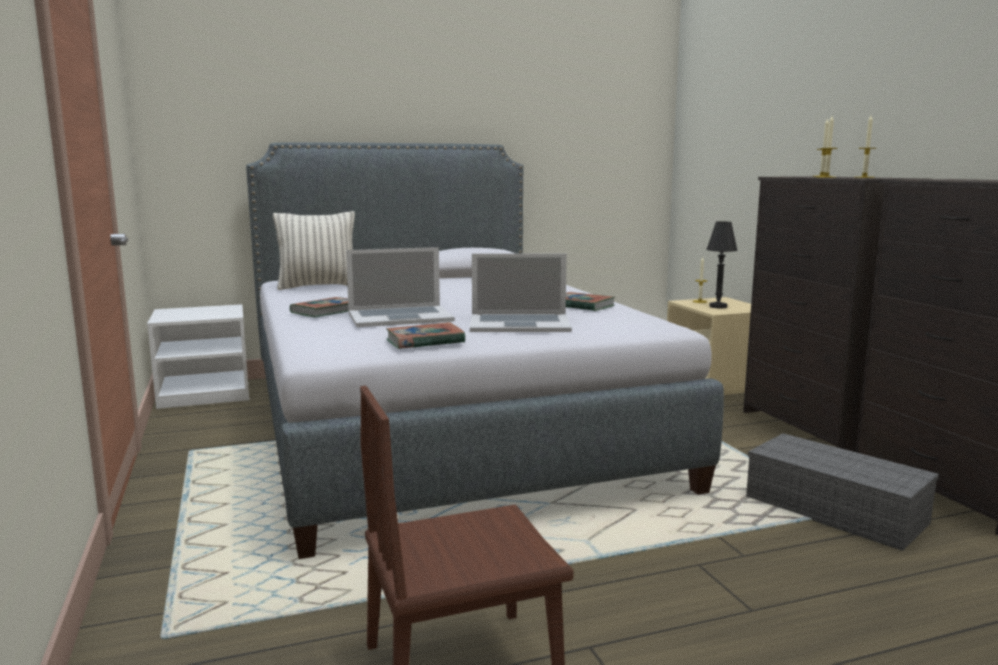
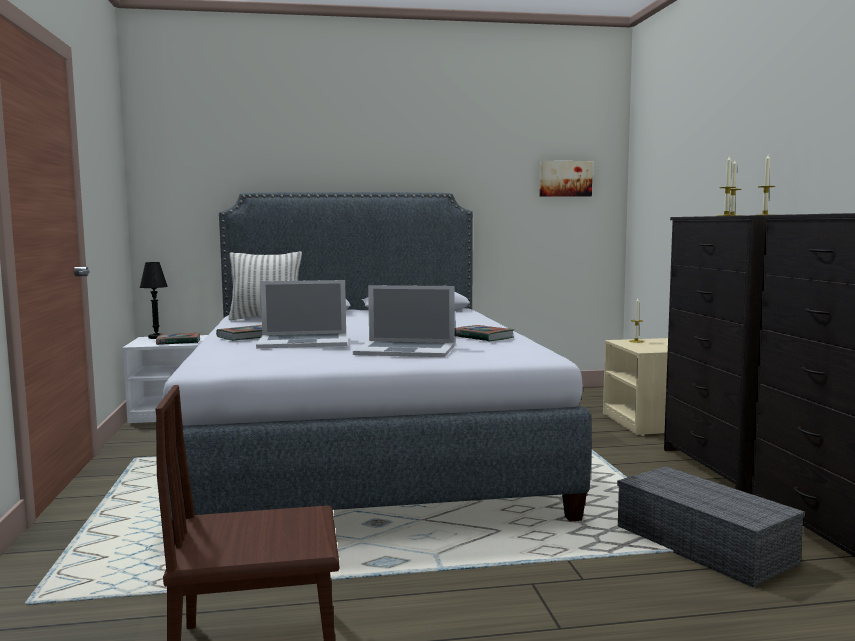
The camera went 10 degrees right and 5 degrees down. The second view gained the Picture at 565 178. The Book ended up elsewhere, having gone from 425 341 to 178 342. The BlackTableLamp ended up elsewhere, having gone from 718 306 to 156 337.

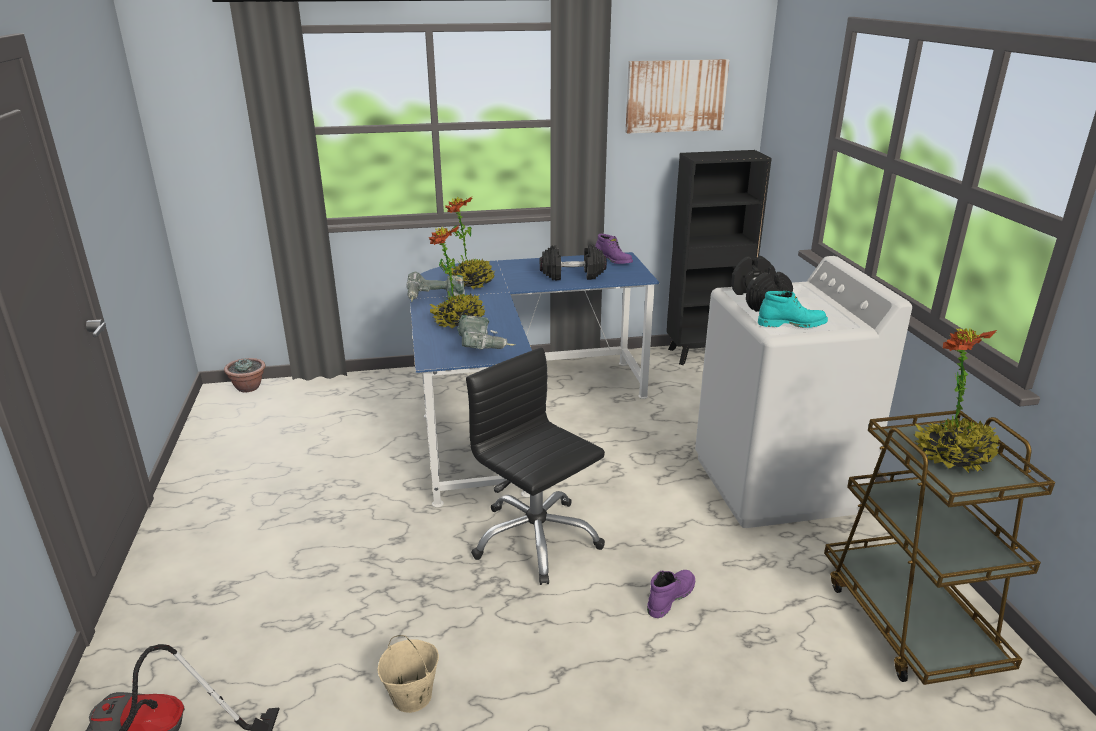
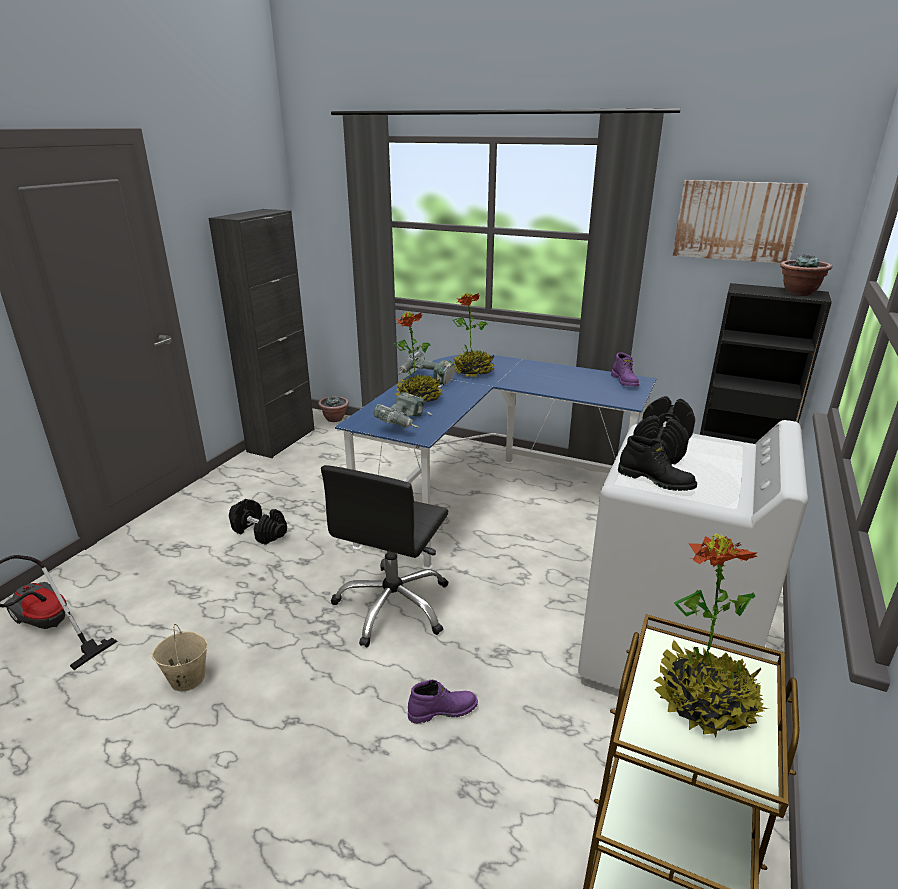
The camera went 35 degrees right and 0 degrees up. The second view gained the BlackCabinet at 281 440. The second view gained the PottedPlant at 798 293. The BlackDumbbell ended up elsewhere, having gone from 572 275 to 260 532. What was the TurquoiseBoot at 791 324 turned into the BlackBoot at 656 480. The BlackOfficeChair at 535 539 ended up facing another way, 150 degrees counterclockwise from before.

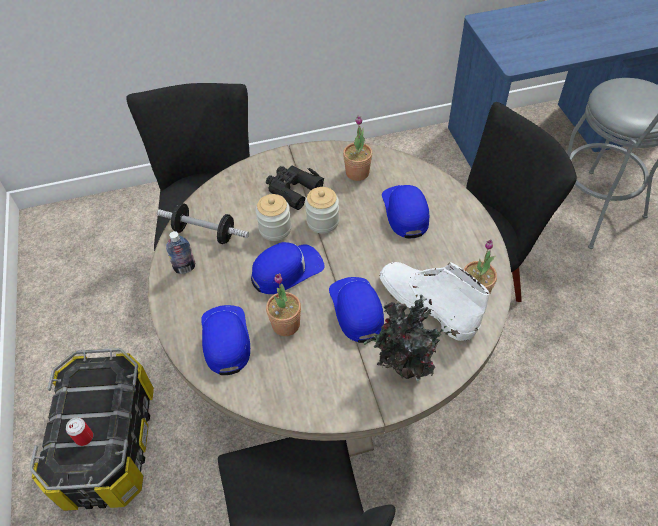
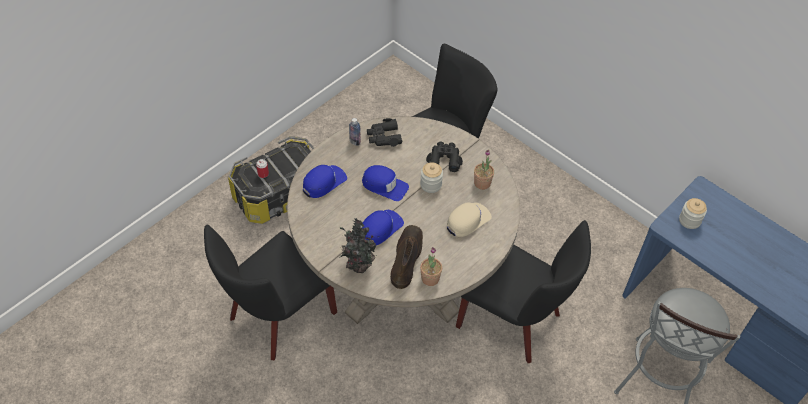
The camera went 55 degrees right and 0 degrees up. The second view lost the PottedPlant at 286 324. The Jar ended up elsewhere, having gone from 275 229 to 689 220. Where the Dumbbell stood at 205 233, the BlackBinoculars came to stand at 384 137. What was the WhiteBoot at 426 303 turned into the BrownBoot at 406 258. What was the BlueCap at 405 212 turned into the BeigeCap at 468 220.

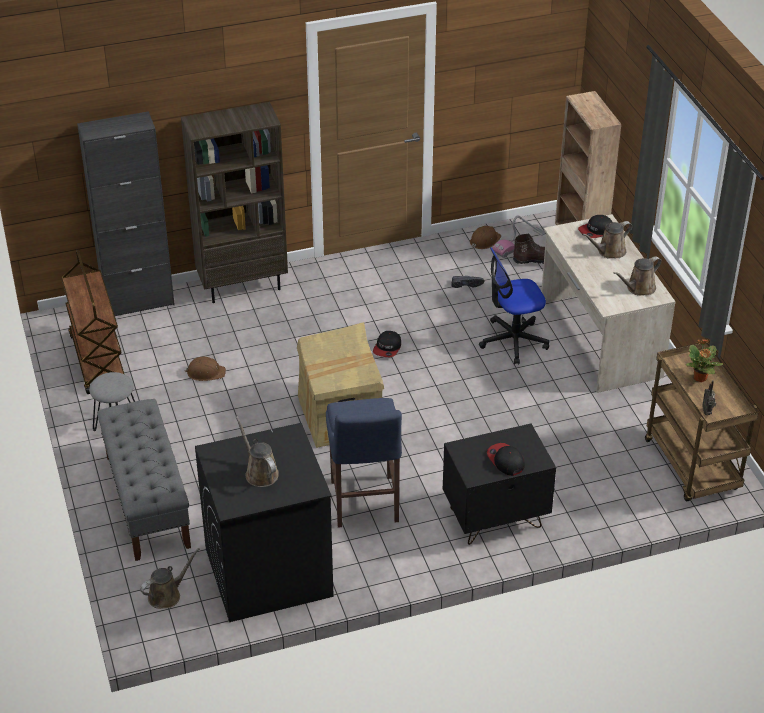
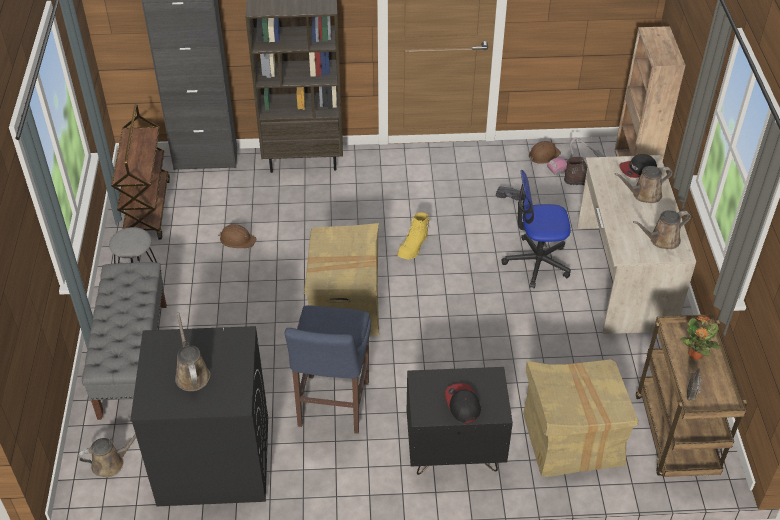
The camera went 15 degrees right and 5 degrees up. The second view gained the CardboardBox at 571 440. Where the Cap stood at 387 348, the YellowBoot came to stand at 413 247.

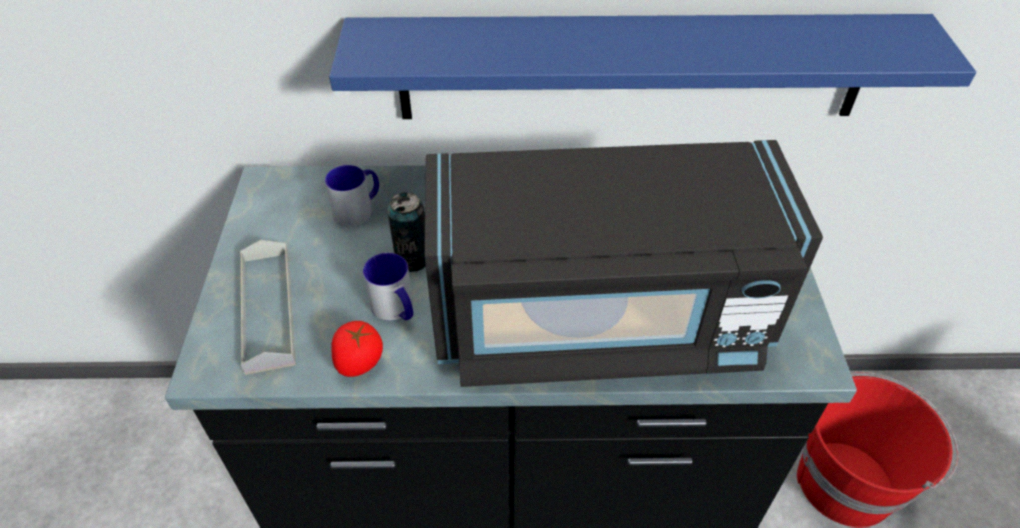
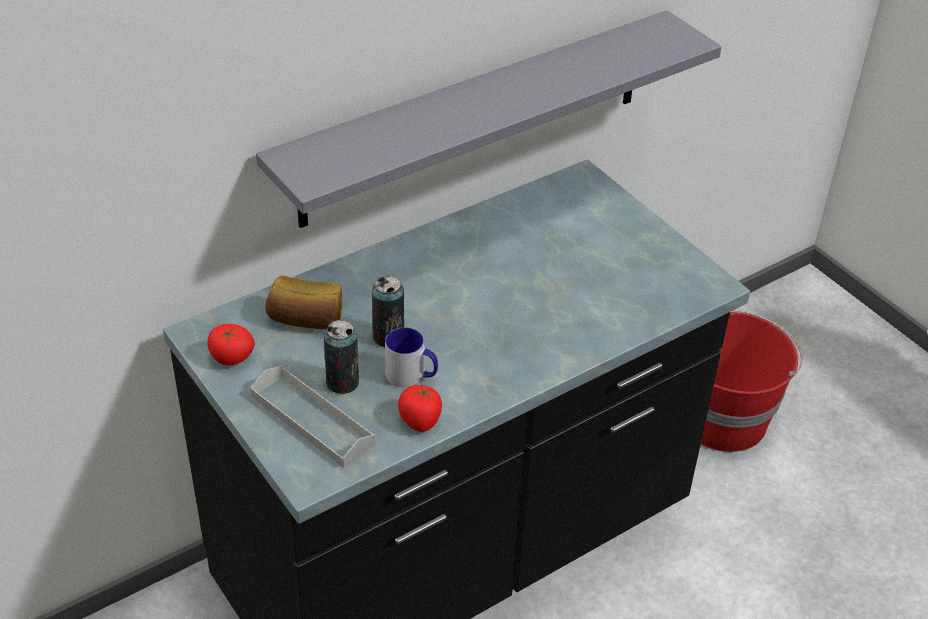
The camera went 35 degrees left and 5 degrees down. The second view lost the BlackMicrowave at 599 320. The second view gained the Tomato at 231 358. The second view gained the Can at 342 382. Where the Mug stood at 359 209, the Bread came to stand at 306 320. What was the BlueShelf at 632 68 turned into the GreyShelf at 476 118.

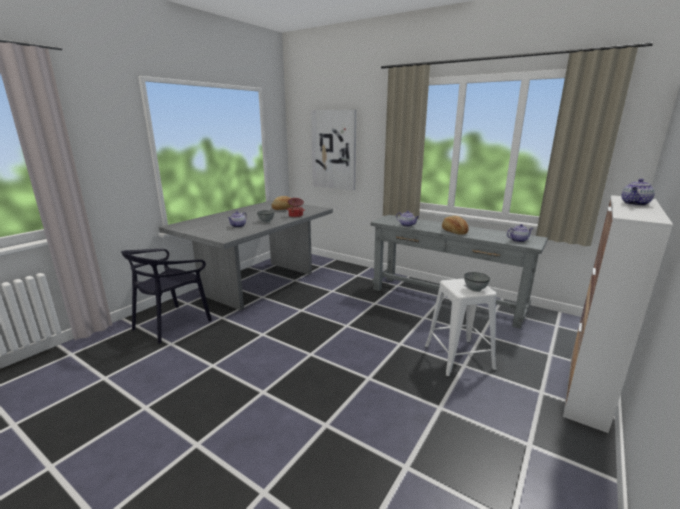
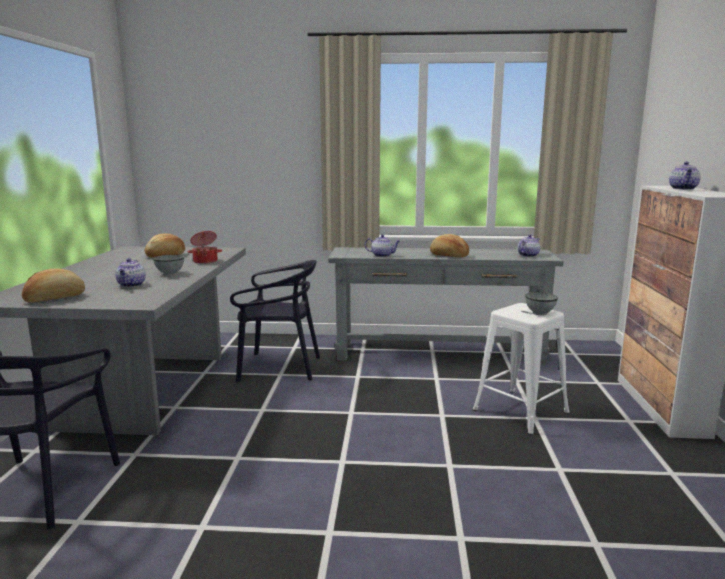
The camera went 30 degrees left and 5 degrees down. The second view lost the Picture at 334 150. The second view gained the Bread at 55 298. The second view gained the BlackChair at 279 368.

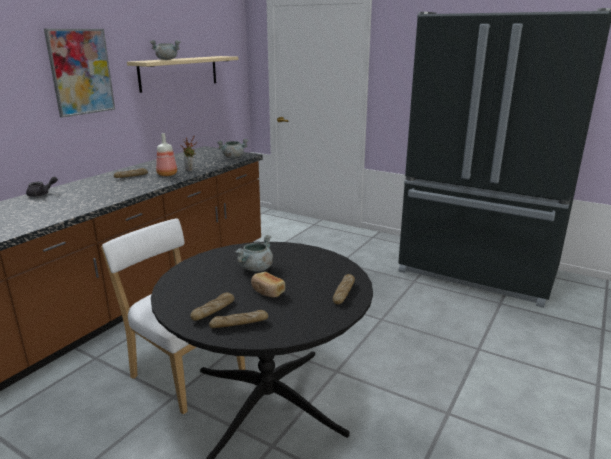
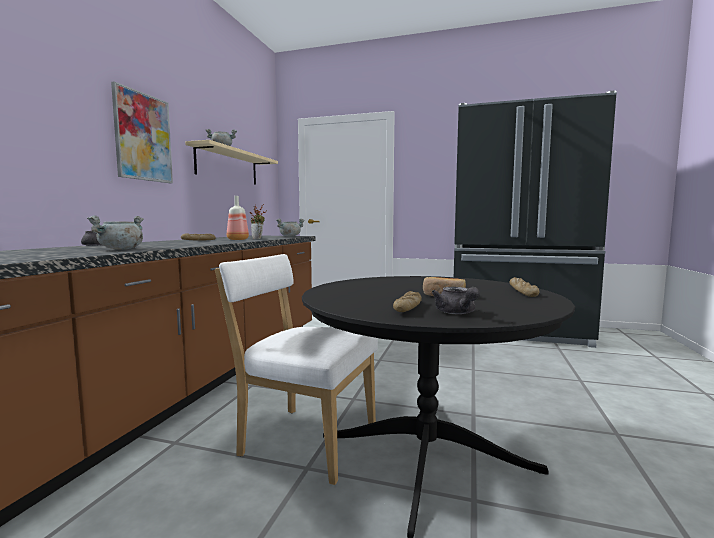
The camera went 15 degrees left and 15 degrees down. The GreyCookingPot ended up elsewhere, having gone from 256 269 to 121 249. Where the Bread stood at 239 324, the GreyTeapot came to stand at 456 313.

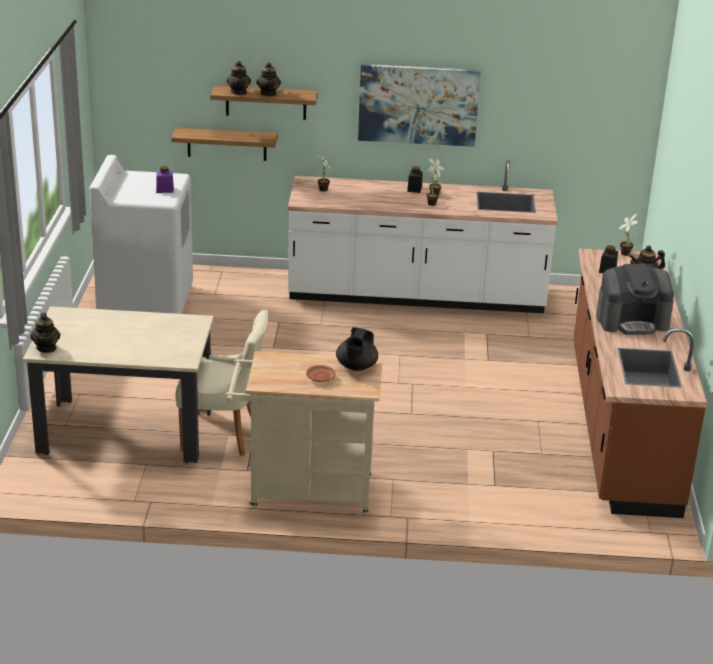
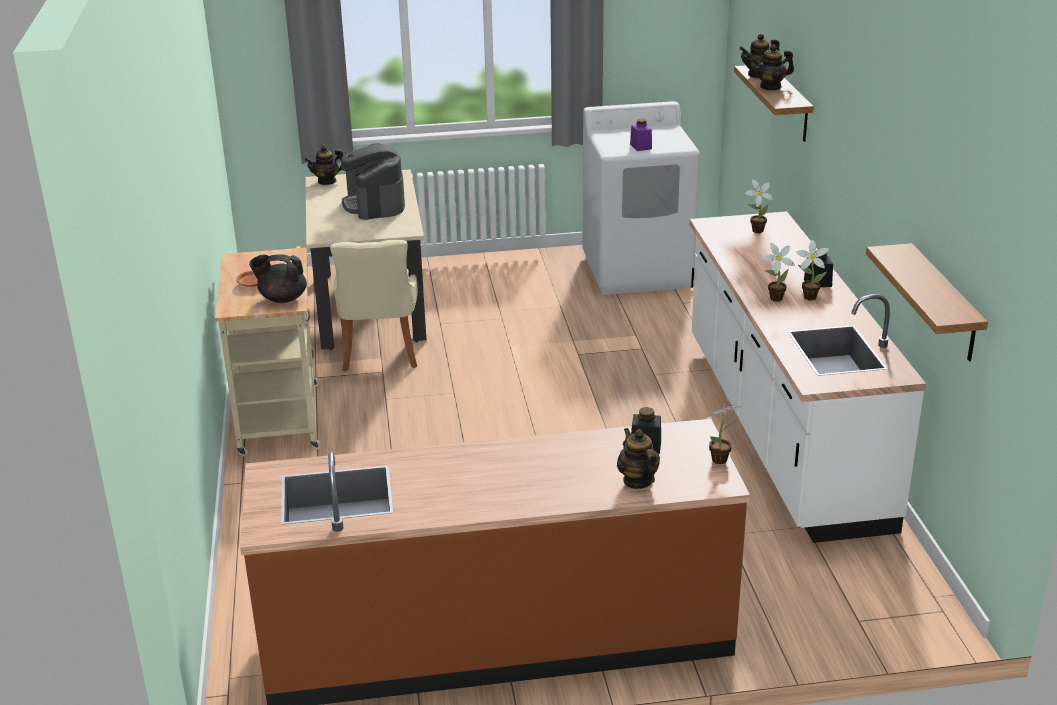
The camera went 80 degrees right and 0 degrees up. The second view lost the Picture at 418 105. The Shelf ended up elsewhere, having gone from 227 144 to 944 304. The CoffeeMachine ended up elsewhere, having gone from 632 321 to 374 204.

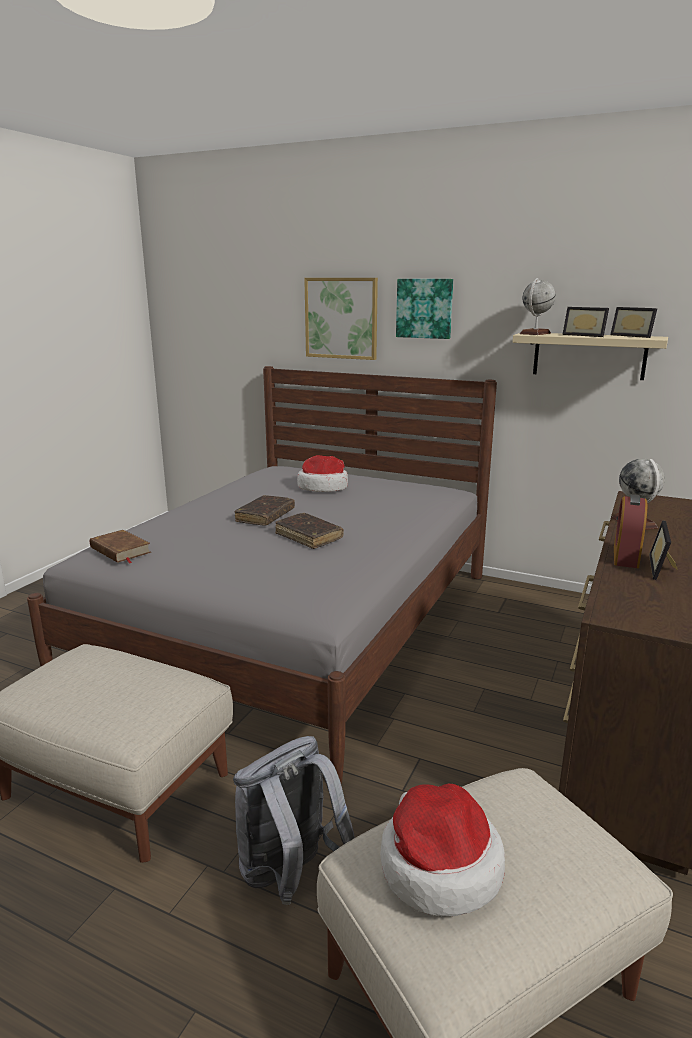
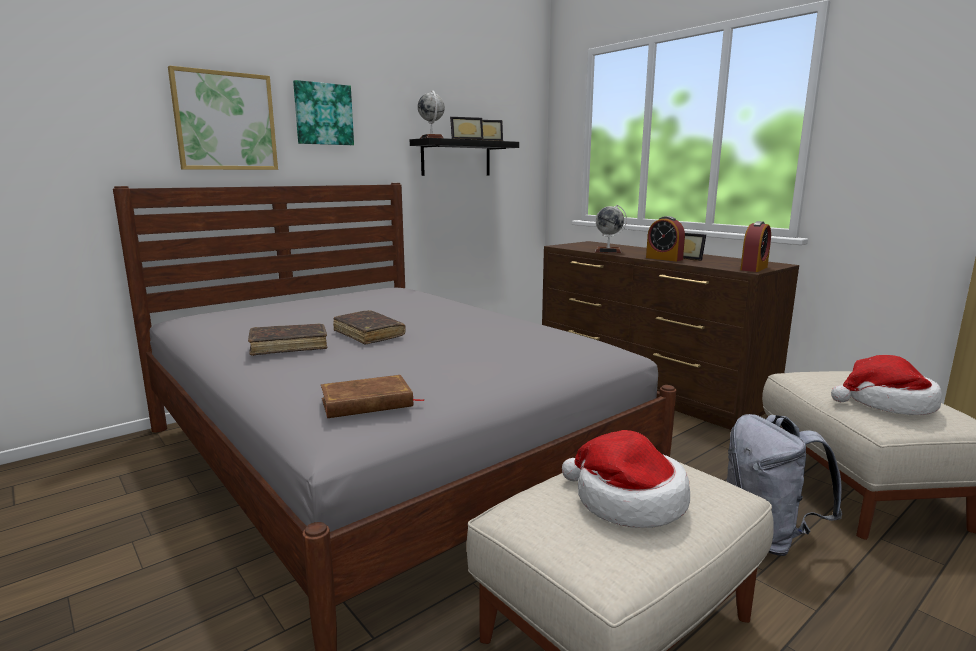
The camera went 65 degrees left and 5 degrees down. The second view gained the AlarmClock at 754 268. The BrownBook ended up elsewhere, having gone from 309 537 to 289 346. The Hat ended up elsewhere, having gone from 323 487 to 627 501. What was the BeigeShelf at 589 355 turned into the BlackShelf at 456 158.

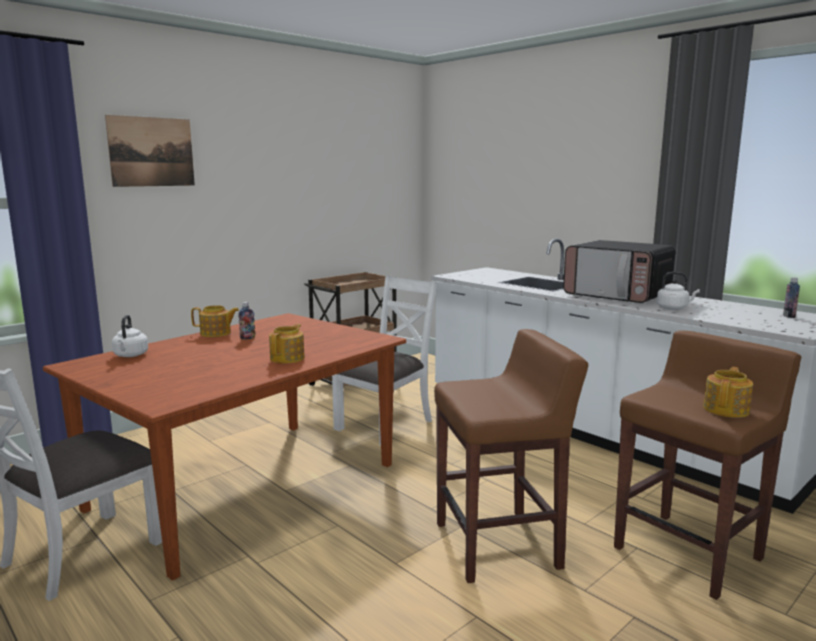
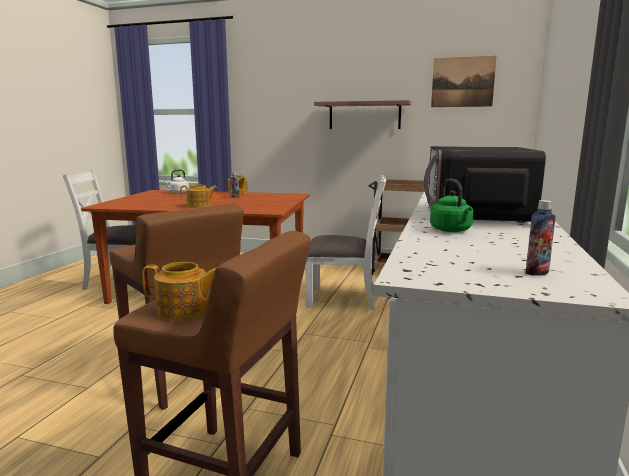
The camera went 60 degrees right and 0 degrees up. The second view gained the Shelf at 364 115. The Picture ended up elsewhere, having gone from 151 152 to 462 82. What was the WhiteKettle at 674 308 turned into the GreenKettle at 451 230.

